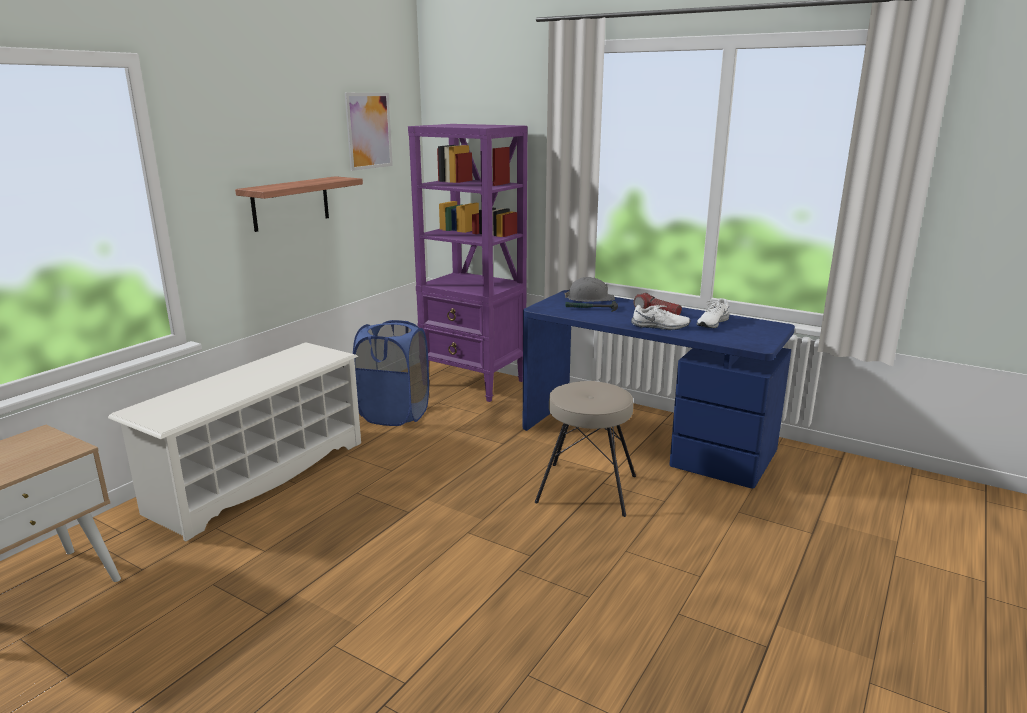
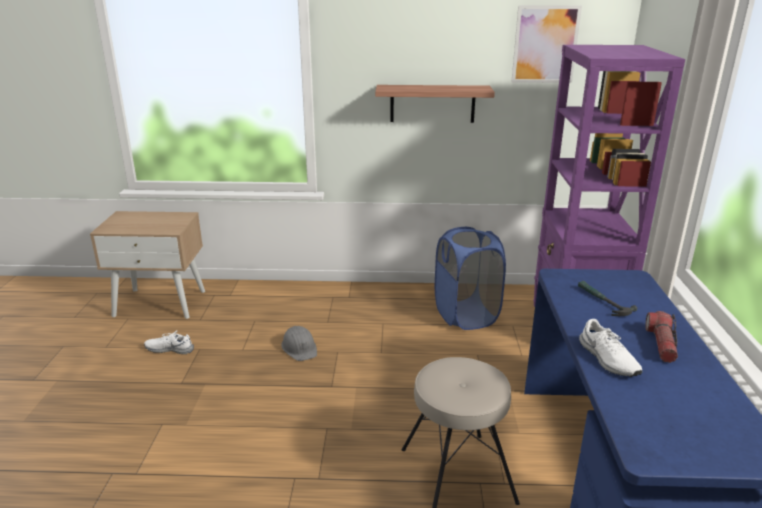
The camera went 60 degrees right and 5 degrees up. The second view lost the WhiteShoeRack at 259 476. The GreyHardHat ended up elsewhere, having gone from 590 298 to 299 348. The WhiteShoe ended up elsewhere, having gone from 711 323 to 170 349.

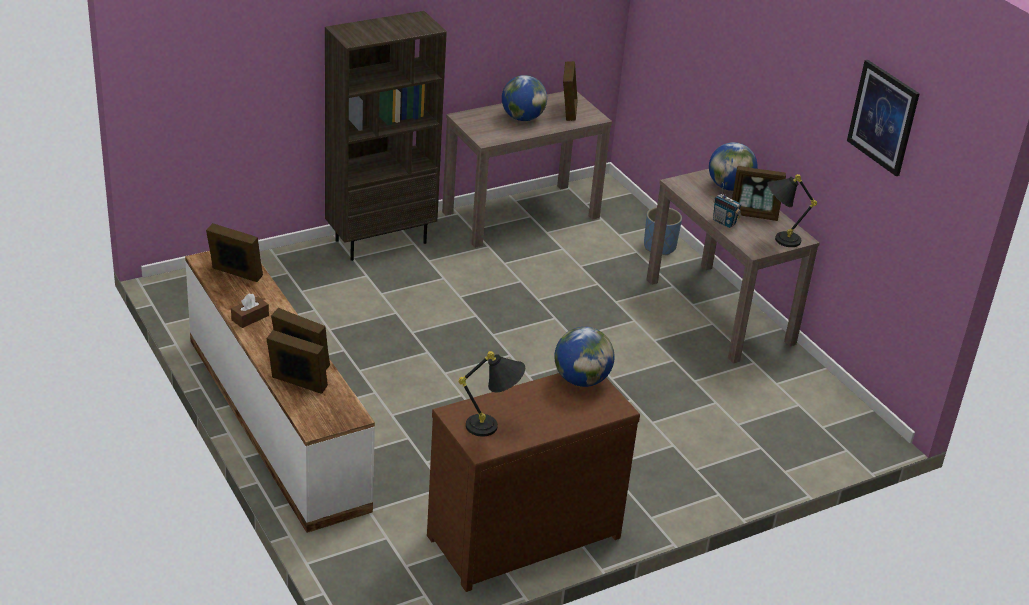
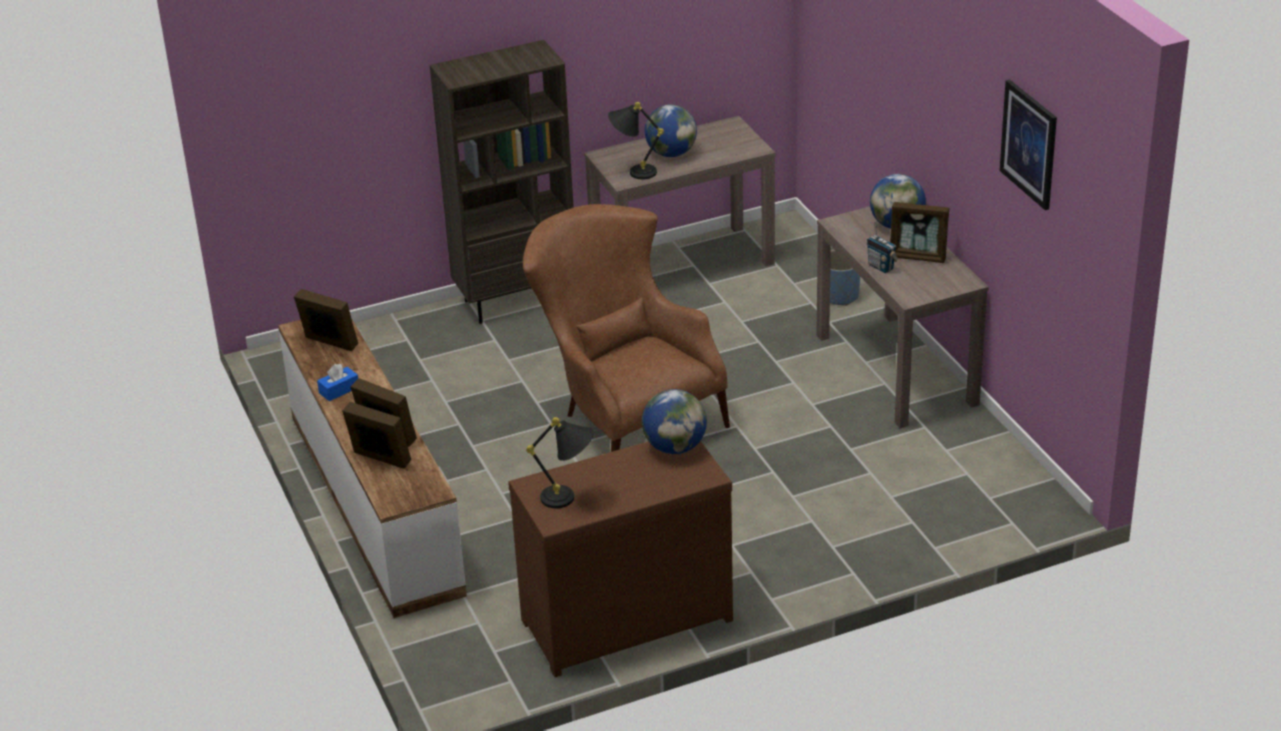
The camera went 10 degrees right and 0 degrees up. The second view lost the PictureFrame at 568 110. The second view gained the BrownArmchair at 623 418. The BlackTableLamp ended up elsewhere, having gone from 778 239 to 633 172. What was the BrownTissueBox at 250 318 turned into the BlueTissueBox at 339 390.

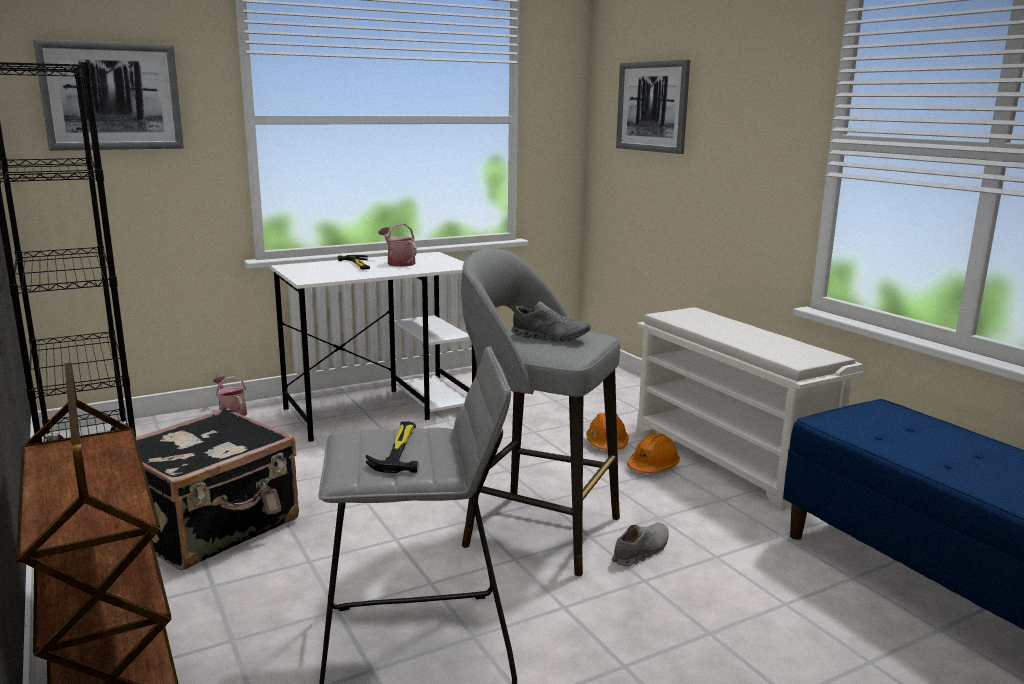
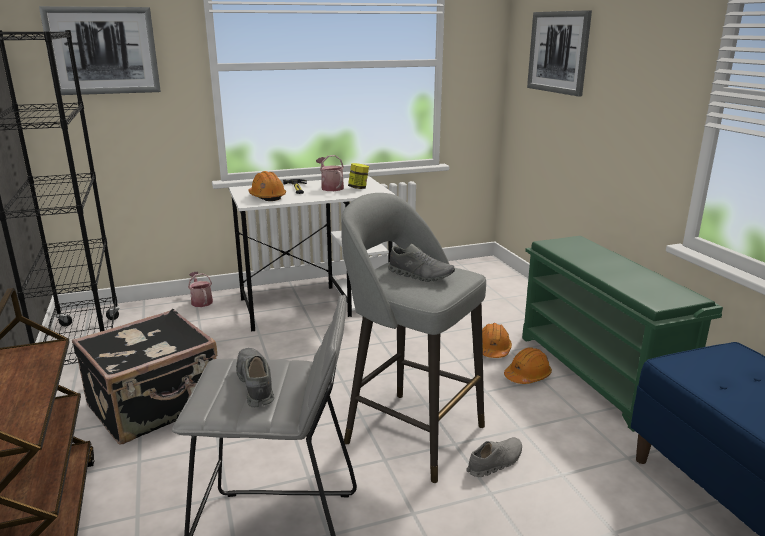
The camera went 10 degrees right and 5 degrees up. The second view gained the OrangeHardHat at 267 197. The second view gained the Jar at 358 188. Where the Hammer stood at 399 449, the GreyShoe came to stand at 255 384. What was the WhiteShoeRack at 730 459 turned into the GreenShoeRack at 599 374.

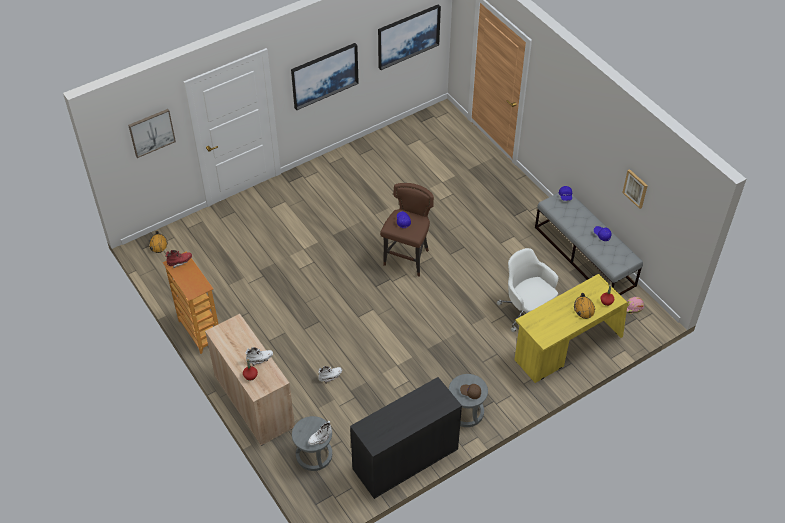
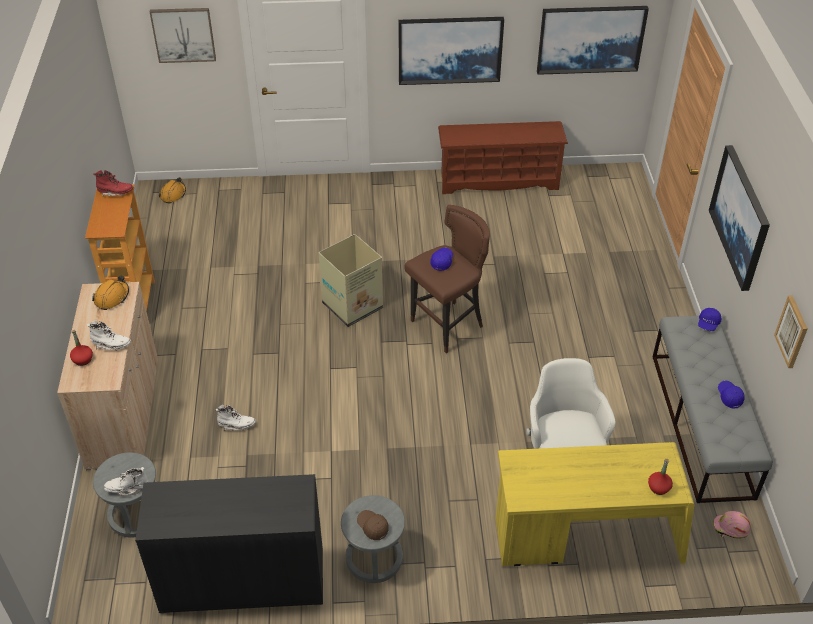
The camera went 30 degrees right and 5 degrees down. The second view gained the CardboardBox at 353 305. The second view gained the BrownShoeRack at 499 180. The second view gained the Picture at 740 216. The OrangeHardHat ended up elsewhere, having gone from 584 309 to 112 297.

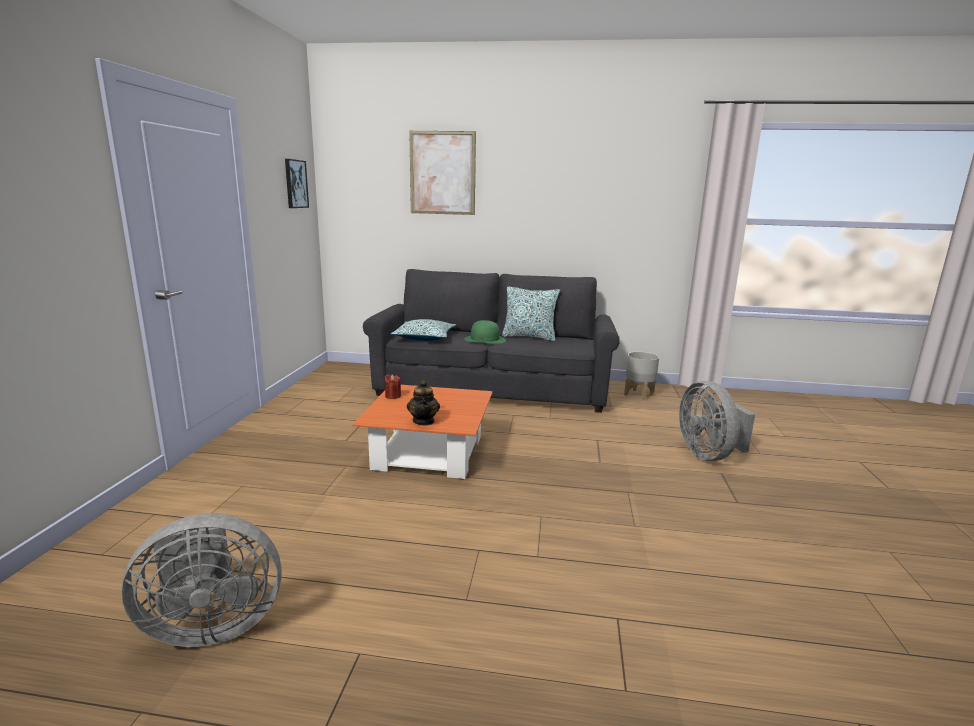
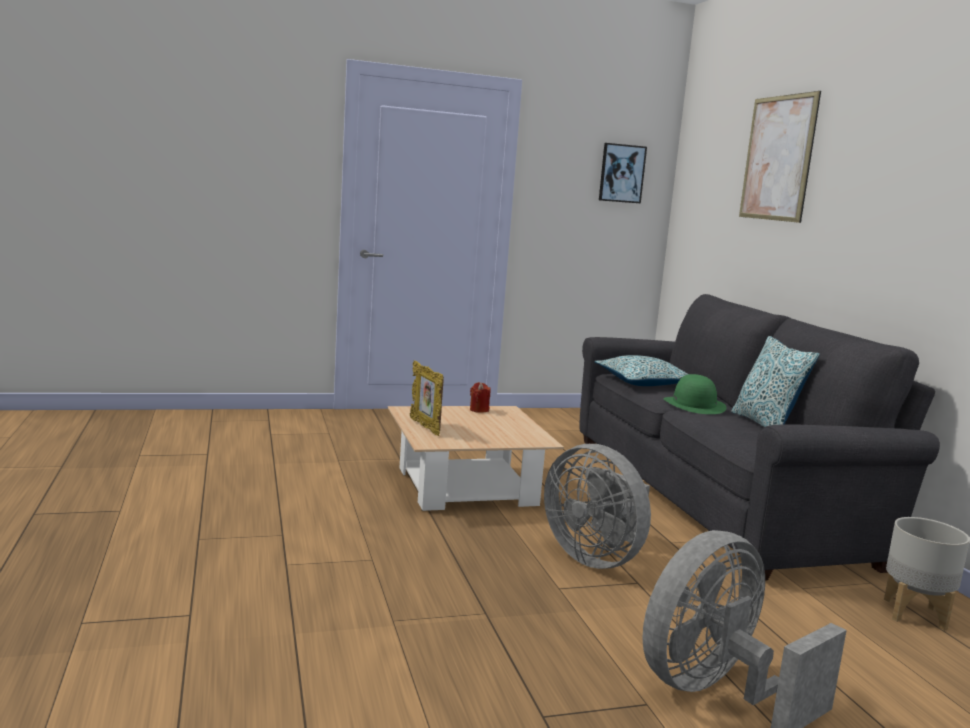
The camera went 65 degrees right and 5 degrees down. The GreyFan ended up elsewhere, having gone from 211 625 to 595 557. Where the Teapot stood at 424 421, the PictureFrame came to stand at 425 427. What was the OrangeCoffeeTable at 428 453 turned into the BeigeCoffeeTable at 466 487.

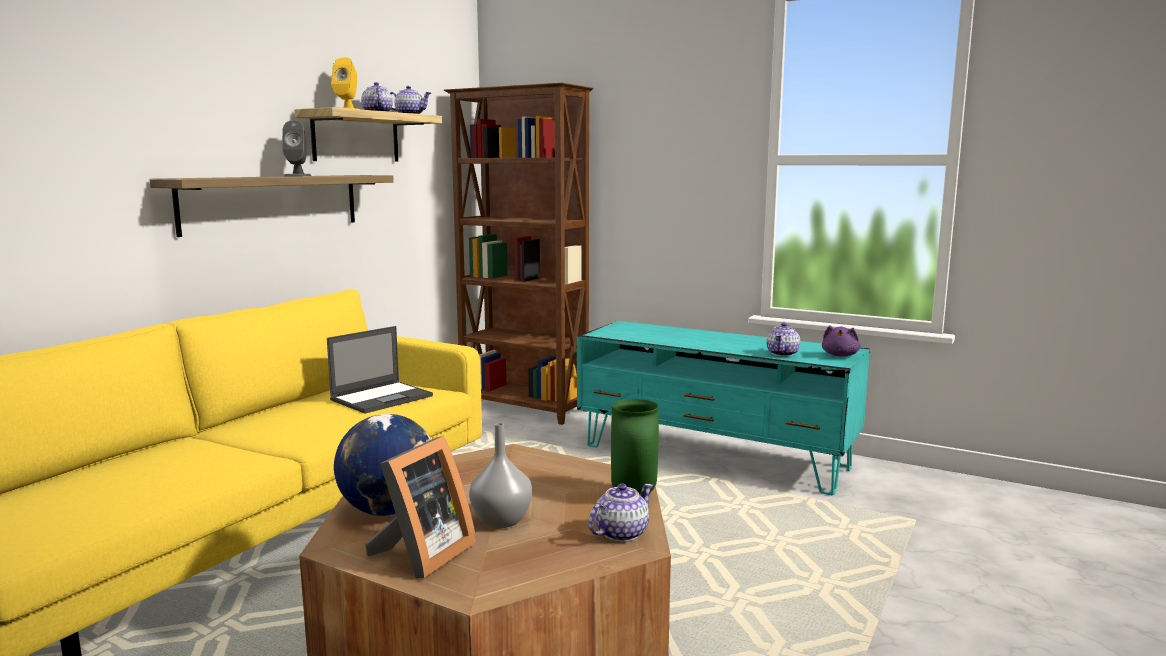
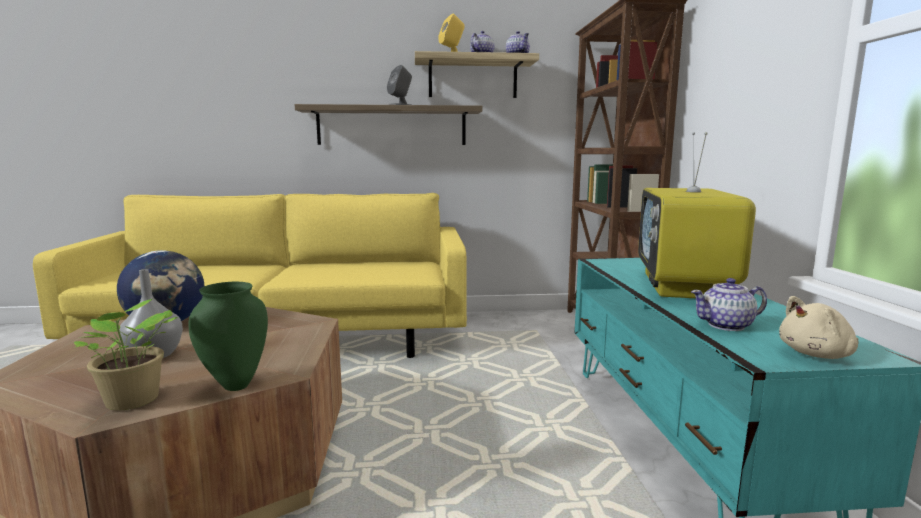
The camera went 55 degrees right and 0 degrees up. The second view lost the Laptop at 382 397. The second view lost the PictureFrame at 422 555. The second view gained the Television at 684 286. Where the Teapot stood at 620 533, the PottedPlant came to stand at 132 402. What was the PurplePlushToy at 840 355 turned into the BeigePlushToy at 818 354.

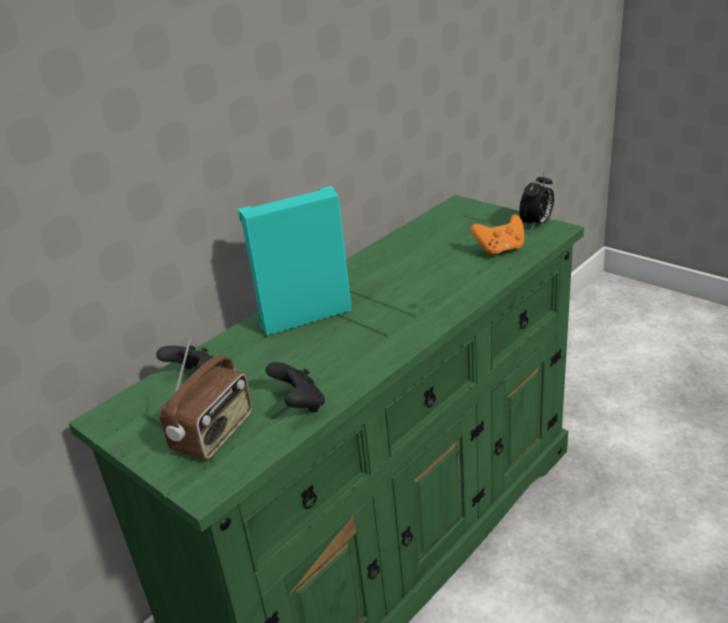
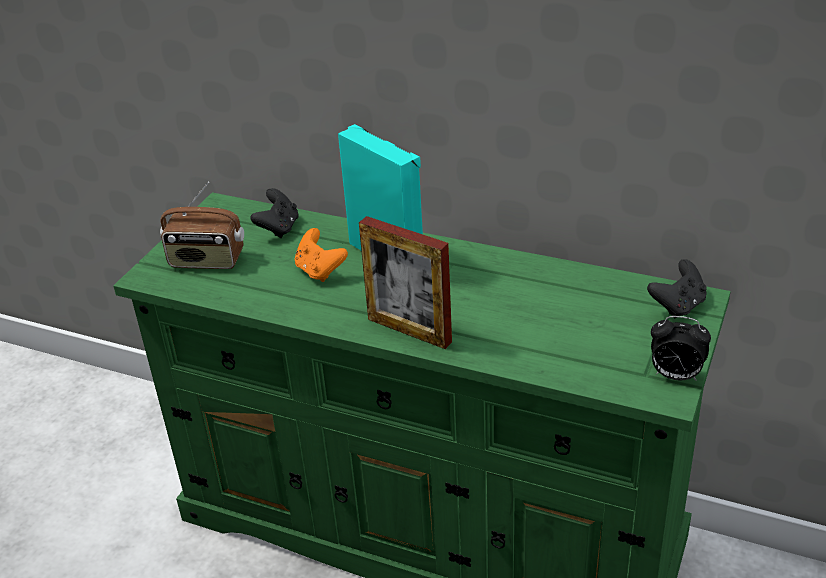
The camera went 70 degrees right and 5 degrees up. The second view gained the PictureFrame at 409 330. The BlackGameController ended up elsewhere, having gone from 300 404 to 678 306. The OrangeGameController ended up elsewhere, having gone from 500 250 to 320 271.

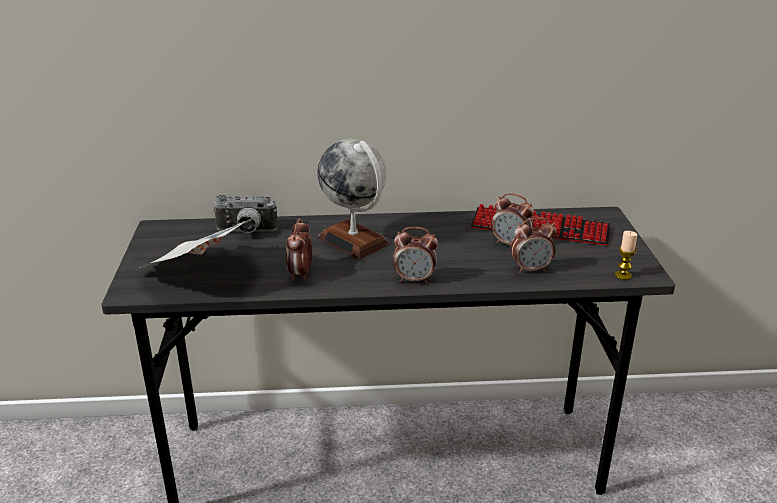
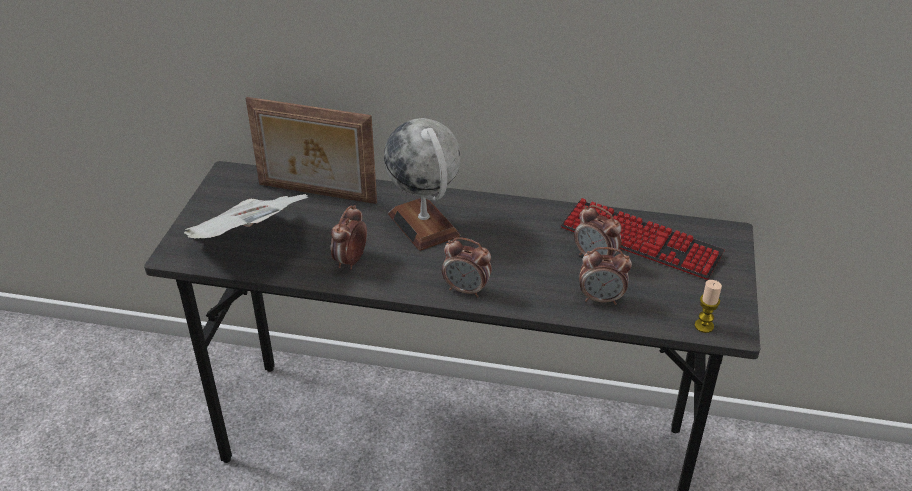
The camera went 15 degrees right and 10 degrees up. Where the PhotoCamera stood at 246 232, the PictureFrame came to stand at 316 194.

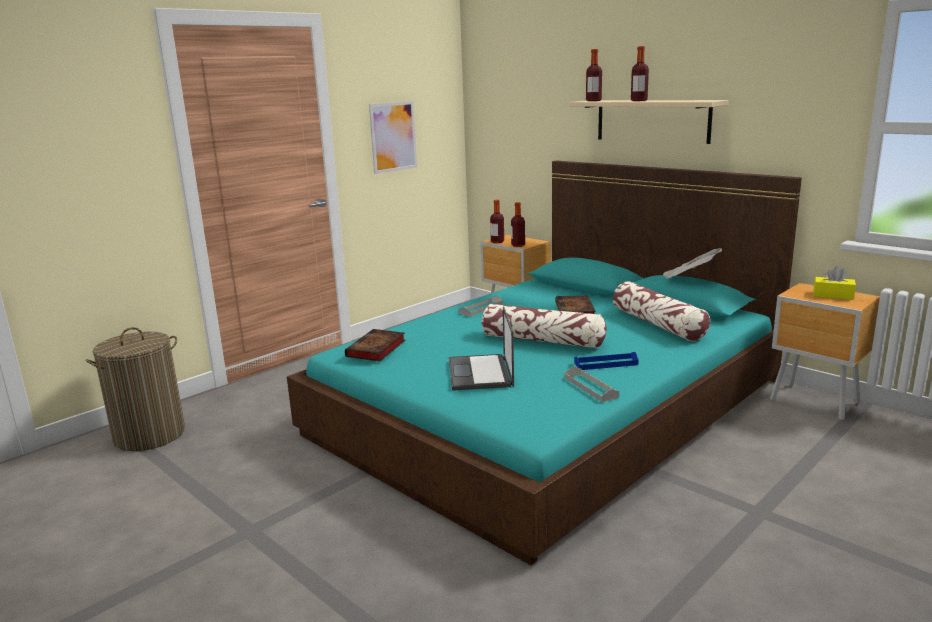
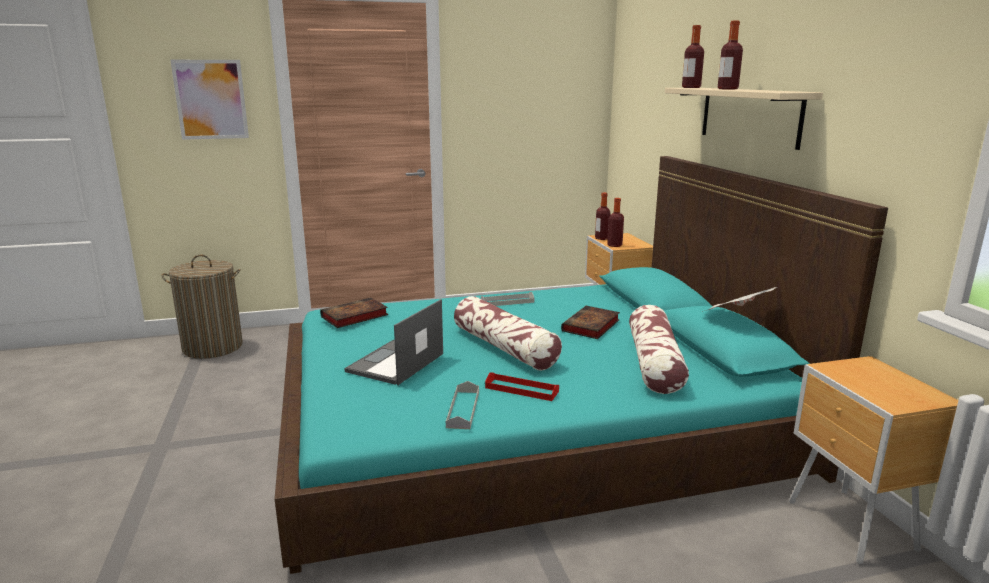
The camera went 30 degrees right and 0 degrees up. The second view lost the YellowTissueBox at 833 295. The Picture ended up elsewhere, having gone from 393 137 to 211 99. What was the BlueTray at 606 364 turned into the RedTray at 521 389.

